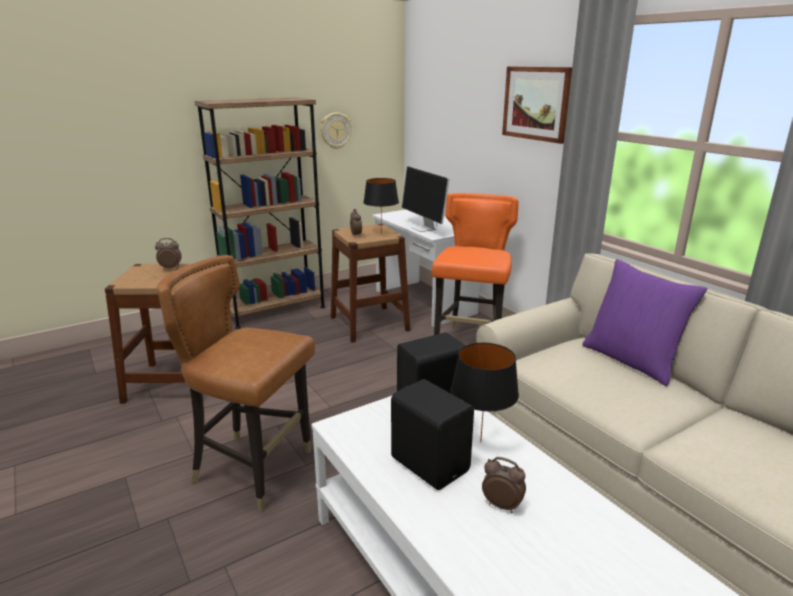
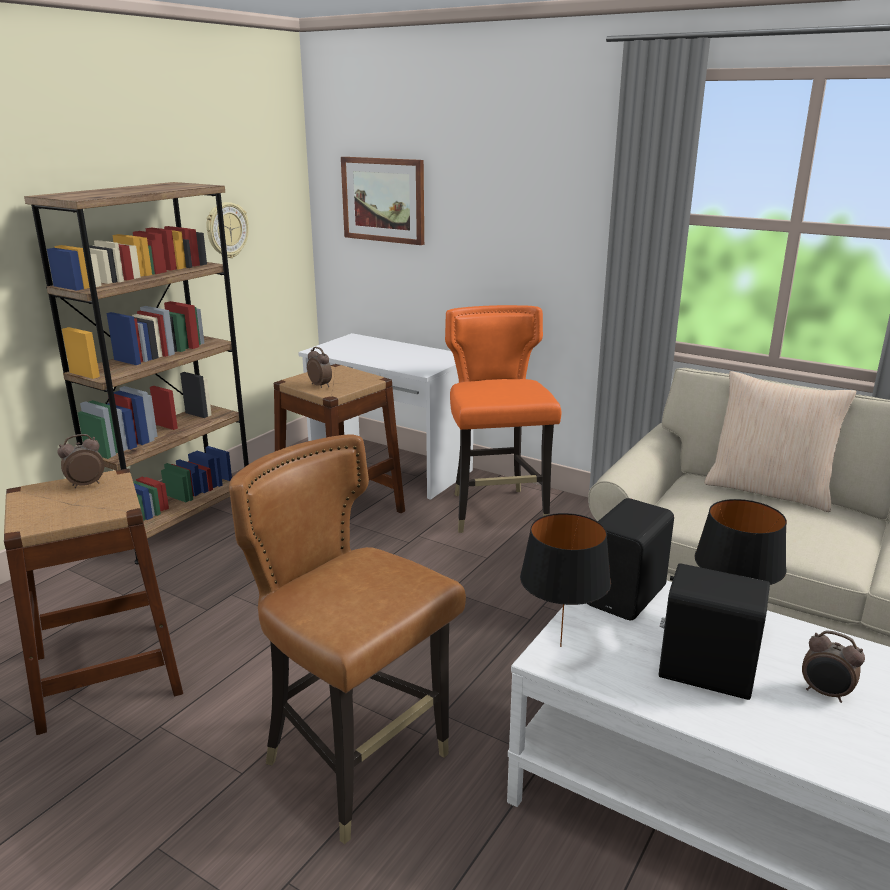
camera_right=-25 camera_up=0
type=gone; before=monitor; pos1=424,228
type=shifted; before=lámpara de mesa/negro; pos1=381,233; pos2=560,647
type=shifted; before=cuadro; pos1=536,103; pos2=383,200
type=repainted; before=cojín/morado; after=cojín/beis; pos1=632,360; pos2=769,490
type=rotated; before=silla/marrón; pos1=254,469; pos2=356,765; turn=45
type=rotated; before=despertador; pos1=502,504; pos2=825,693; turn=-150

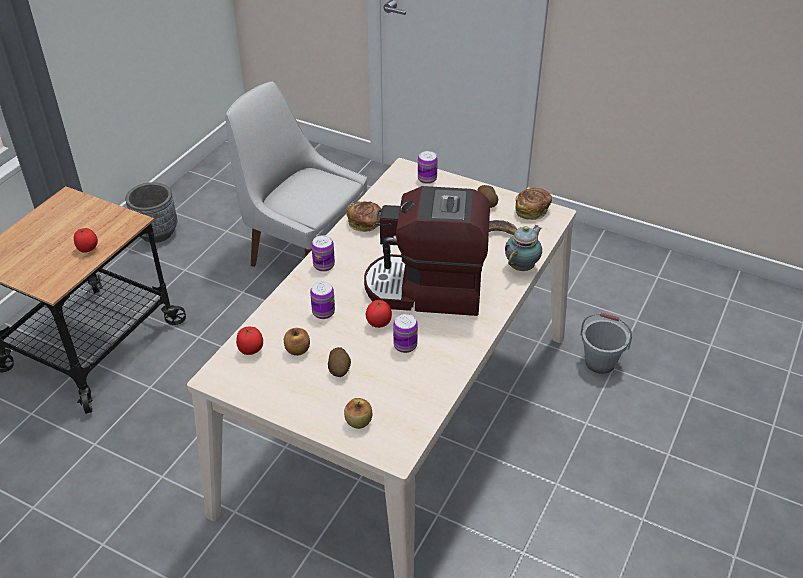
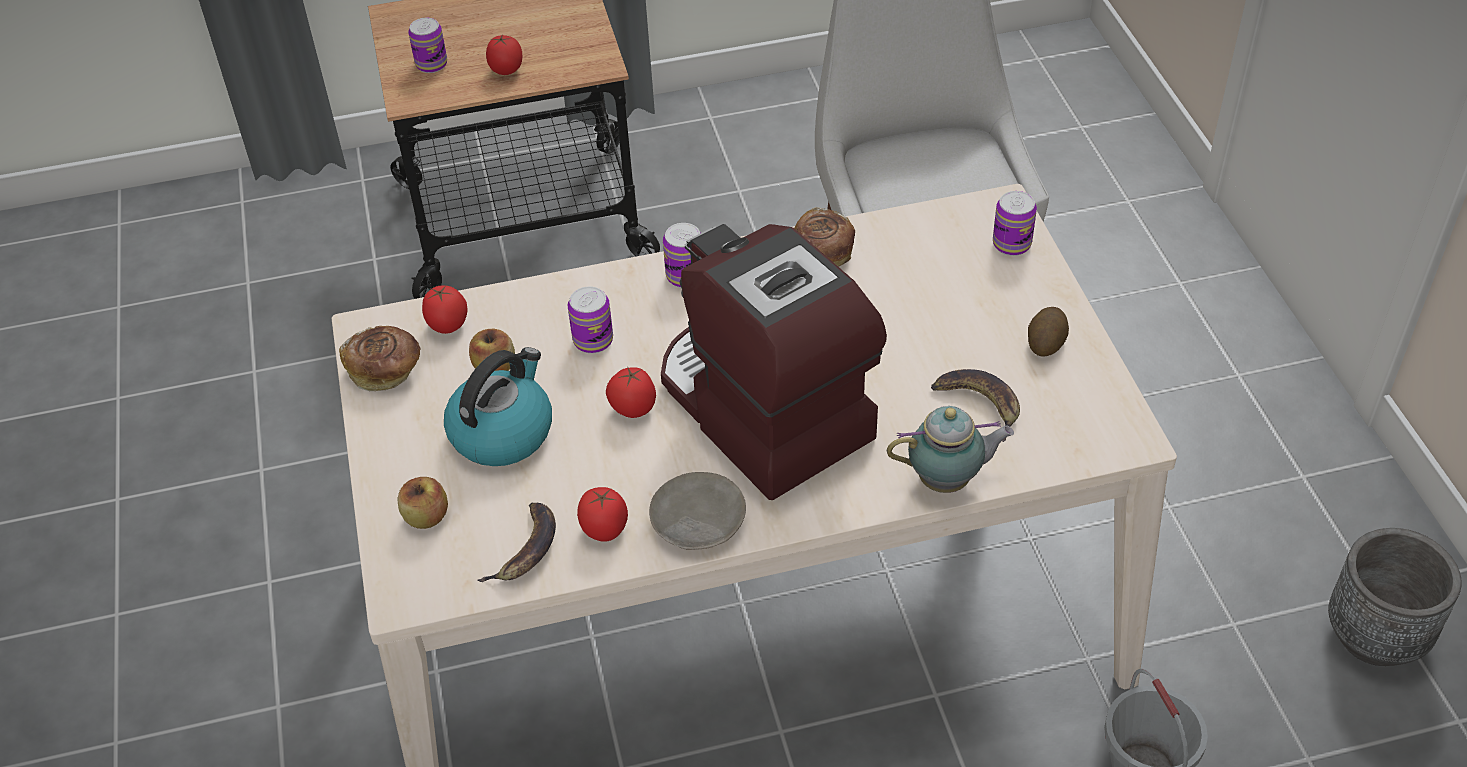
camera_right=50 camera_up=5
type=new; after=plátano; pos2=526,550
type=new; after=tomate; pos2=604,529
type=new; after=plato/beis; pos2=697,522
type=shifted; before=maceta/gris; pos1=157,233; pos2=1375,635
type=shifted; before=lata; pos1=405,345; pos2=431,64
type=shifted; before=pan; pos1=532,210; pos2=386,371
type=swapped; before=patata; after=hervidor; pos1=339,369; pos2=502,432

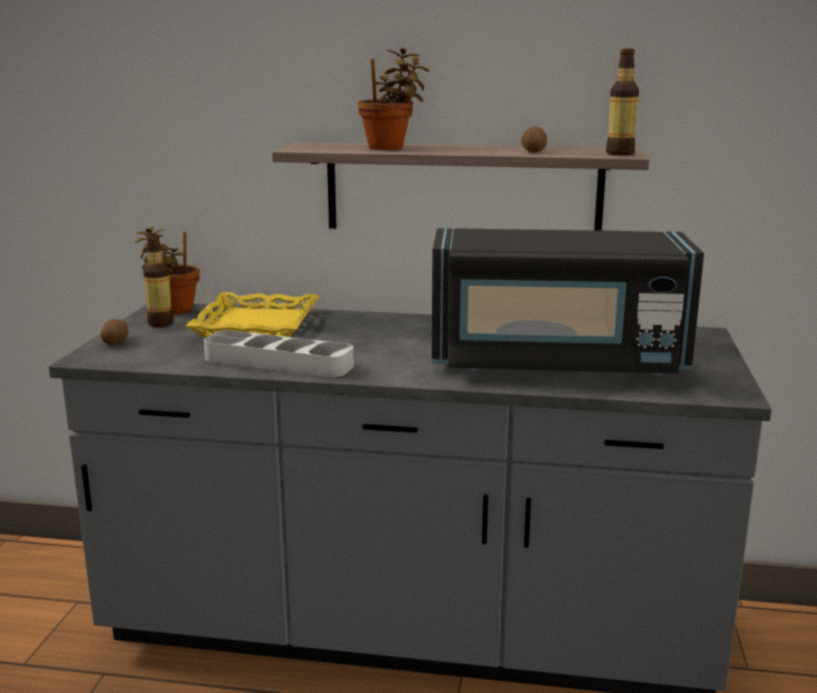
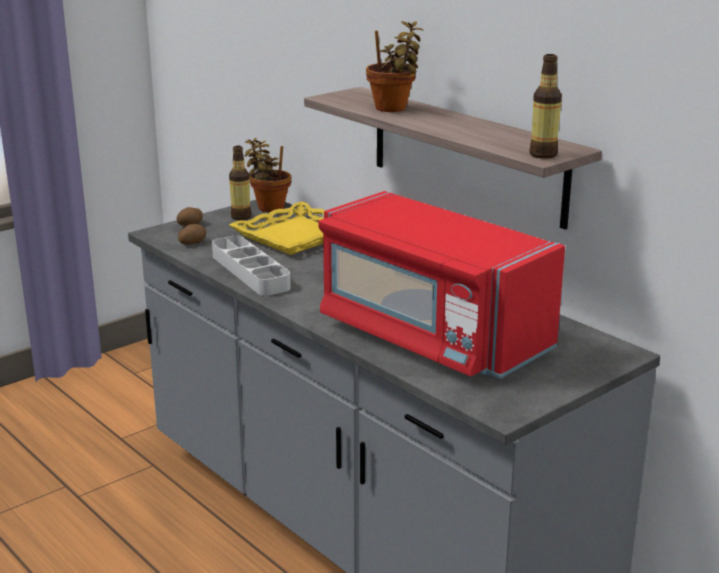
camera_right=40 camera_up=5
type=shifted; before=patata; pos1=533,151; pos2=192,243
type=repainted; before=microondas/negro; after=microondas/rojo; pos1=556,362; pos2=430,336

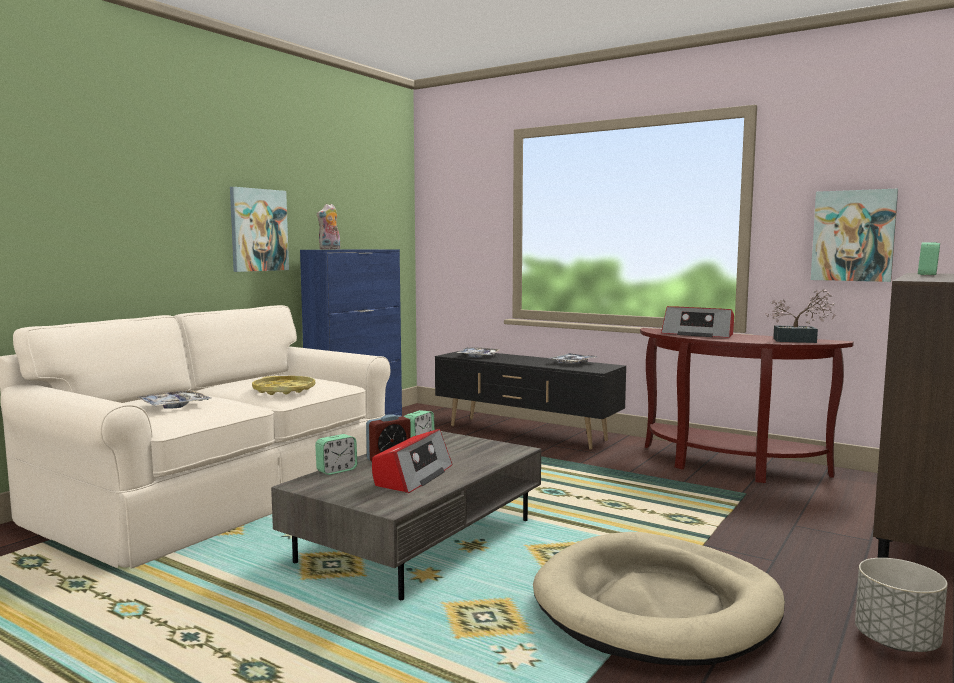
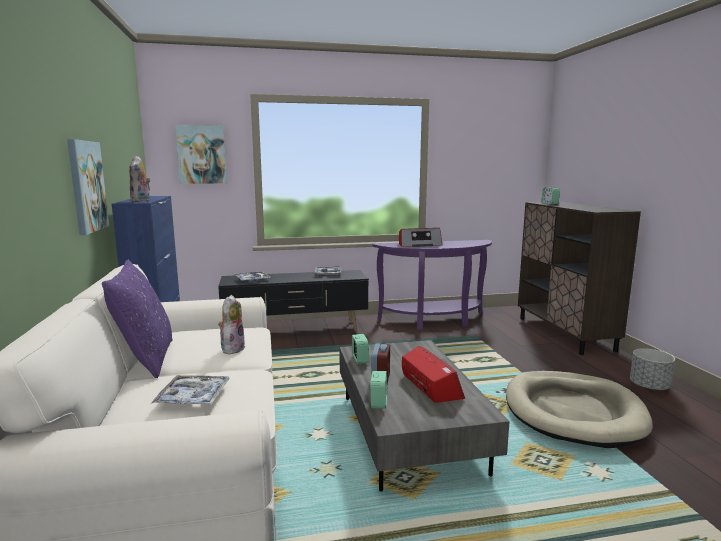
camera_right=-45 camera_up=5
type=gone; before=planta en maceta; pos1=800,341
type=new; after=cojín/morado; pos2=146,360
type=shifted; before=cuadro; pos1=853,236; pos2=201,154
type=swapped; before=bandeja/amarillo; after=peluche; pos1=284,390; pos2=232,348
type=repainted; before=mesa consola/marrón; after=mesa consola/morado; pos1=726,466; pos2=435,321

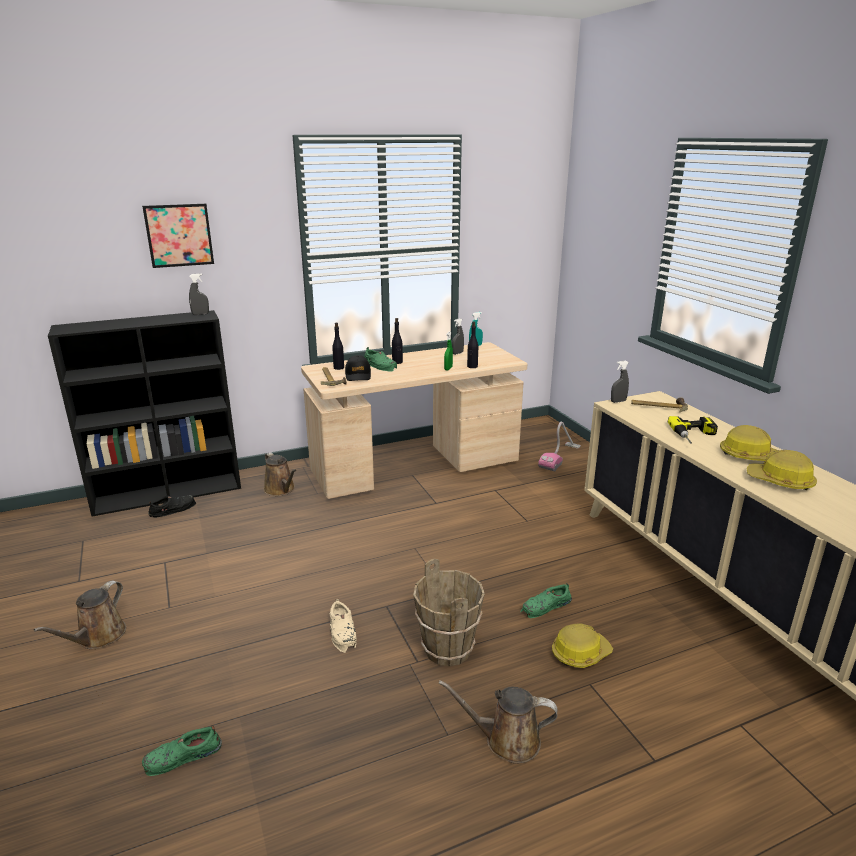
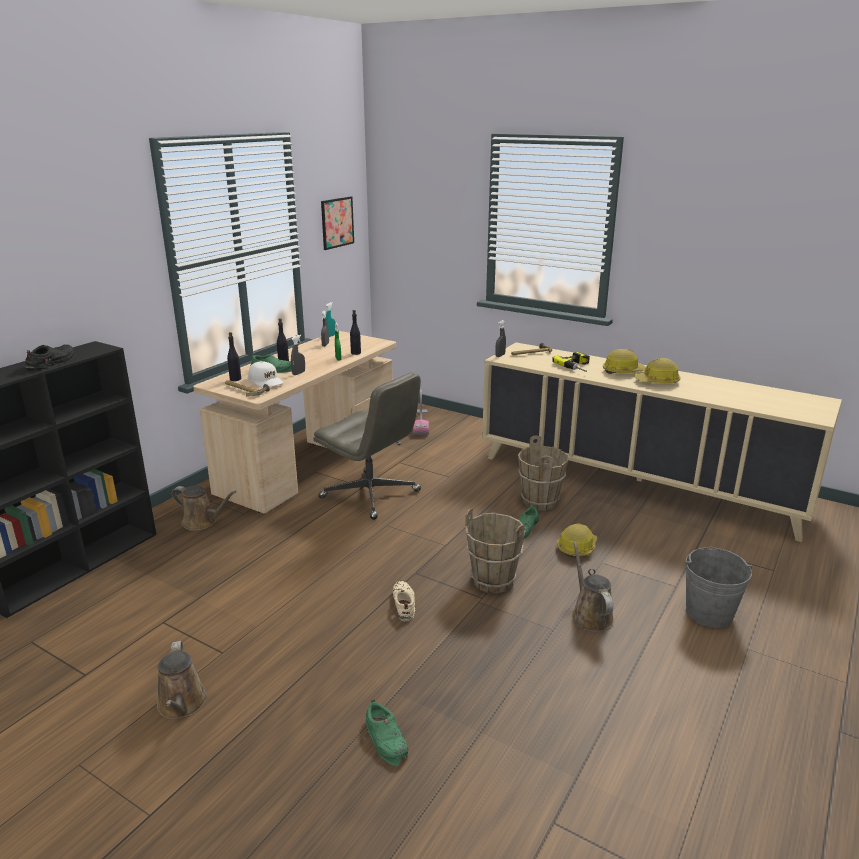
camera_right=-35 camera_up=0
type=new; after=silla de oficina/gris; pos2=371,495
type=new; after=cubo/marrón; pos2=540,502
type=new; after=cubo/gris; pos2=709,613
type=shifted; before=cuadro; pos1=179,235; pos2=337,222
type=shifted; before=zapato/negro; pos1=173,509; pos2=52,362
type=shifted; before=pulverizador/gris; pos1=200,314; pos2=298,373
type=repainted; before=gorra/negro; after=gorra/blanco; pos1=358,375; pos2=266,381
type=rotated; before=zapato/verde; pos1=181,757; pos2=386,739; turn=-60
type=rotated; before=zapato/beis; pos1=343,632; pos2=403,603; turn=-135
type=rotated; before=regadera/marrón; pos1=506,740; pos2=590,615; turn=105

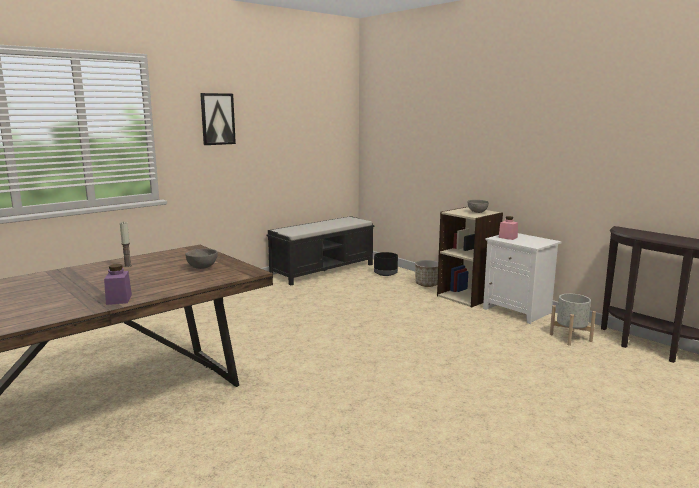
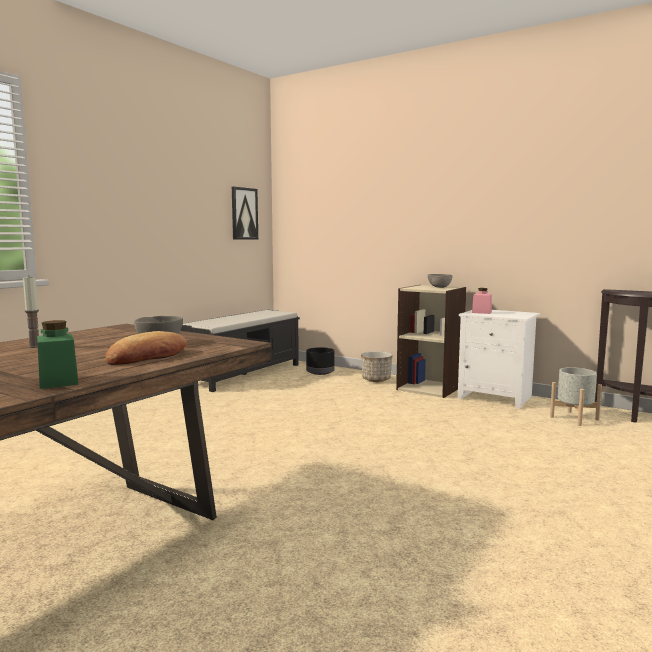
camera_right=-15 camera_up=-5
type=new; after=pan; pos2=148,357
type=shifted; before=cuadro; pos1=217,119; pos2=244,213
type=repainted; before=tarro/morado; after=tarro/verde; pos1=119,299; pos2=58,381

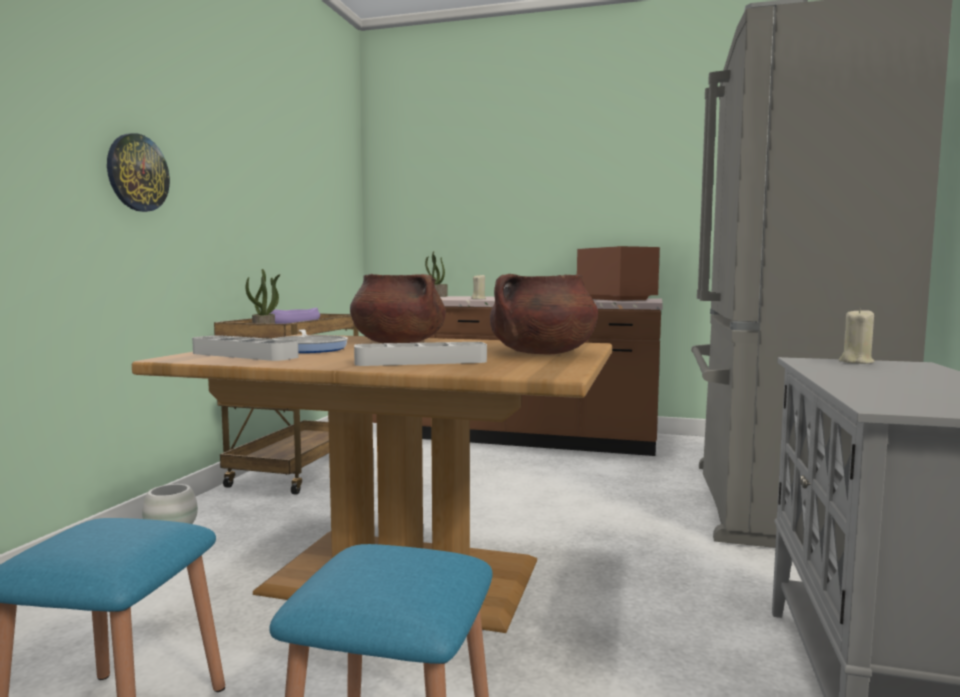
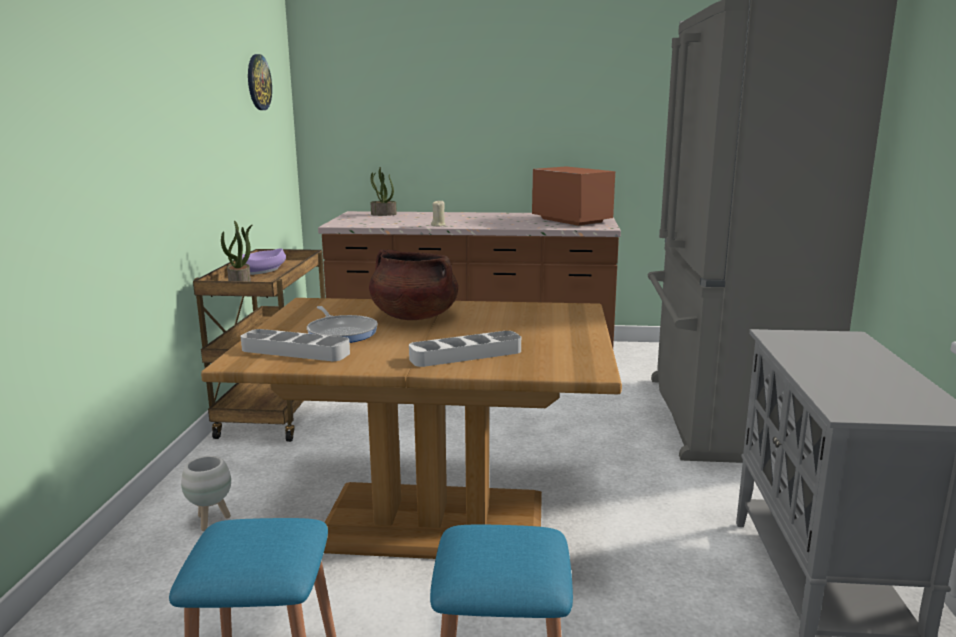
camera_right=-10 camera_up=10
type=gone; before=olla/marrón; pos1=542,353
type=gone; before=vela/beis; pos1=855,362
type=shifted; before=reloj de pared; pos1=137,173; pos2=258,82

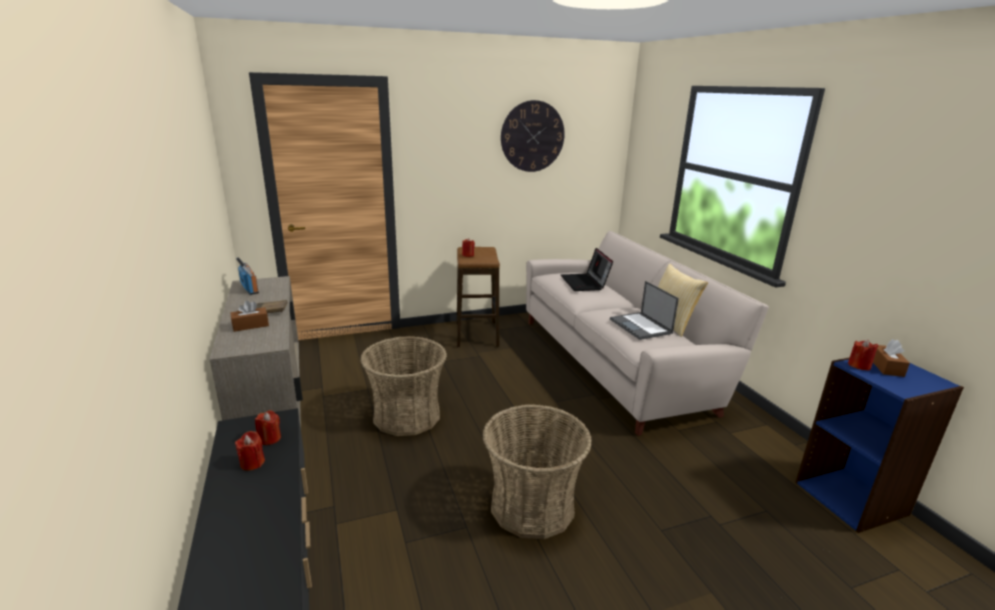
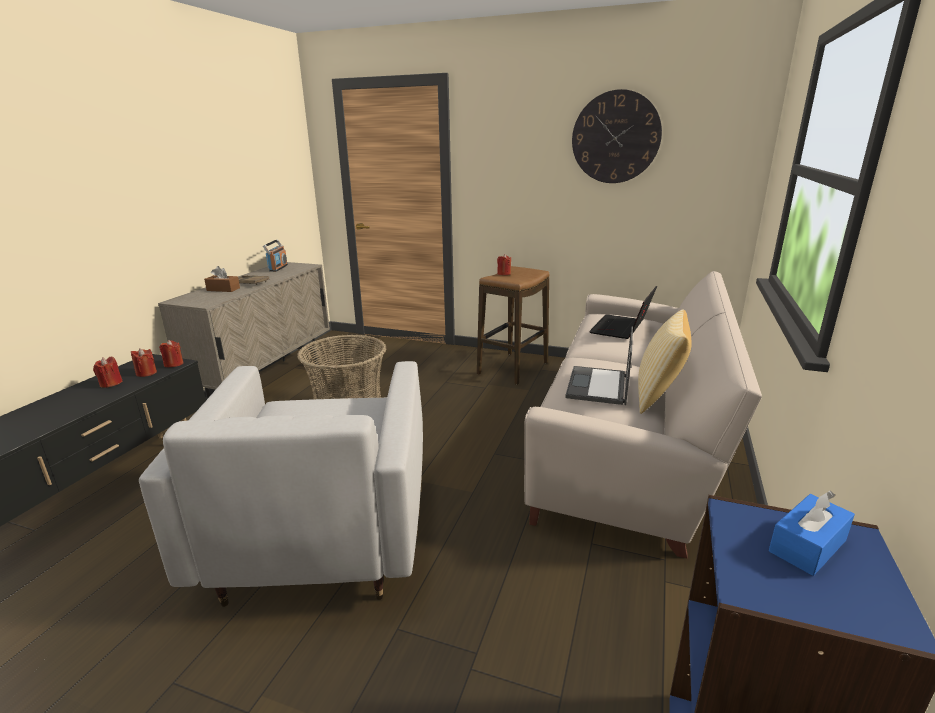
camera_right=40 camera_up=0
type=shifted; before=vela/rojo; pos1=859,366; pos2=173,364
type=swapped; before=cesta; after=sillón/blanco; pos1=532,506; pos2=322,533
type=repainted; before=caja de pañuelos/marrón; after=caja de pañuelos/azul; pos1=886,367; pos2=807,546

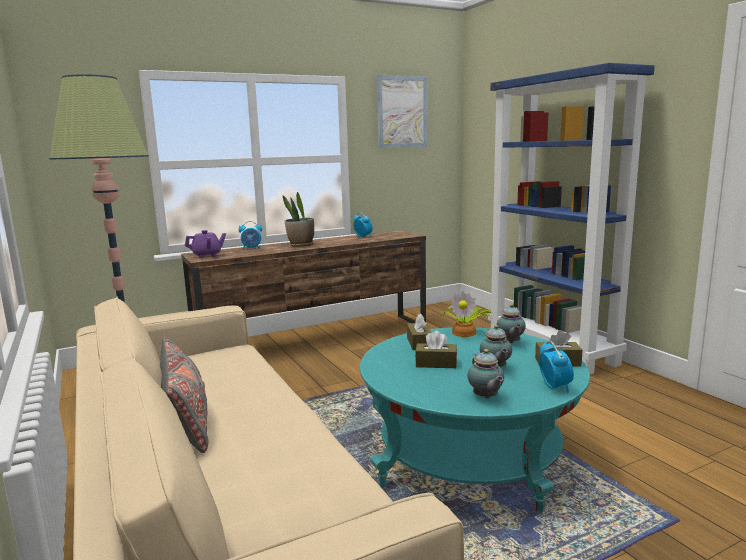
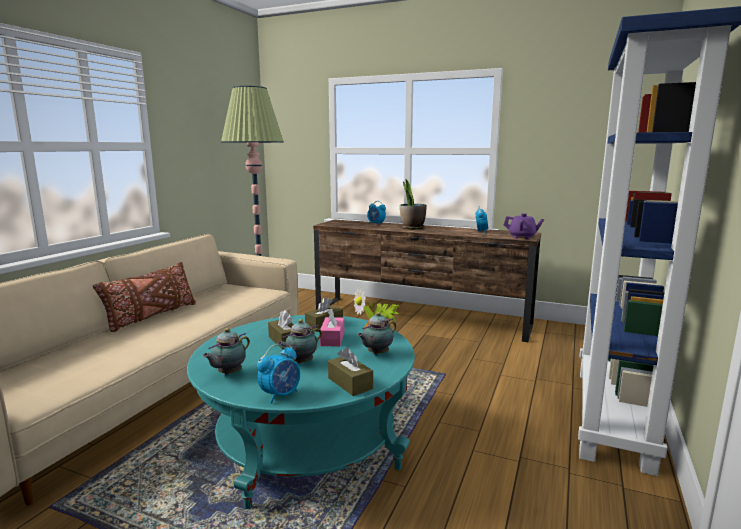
camera_right=50 camera_up=0
type=gone; before=cuadro; pos1=402,112
type=new; after=caja de pañuelos/rosa; pos2=332,339
type=shifted; before=tetera/morado; pos1=207,255; pos2=522,237
type=repainted; before=cojín/gris; after=cojín/marrón; pos1=186,422; pos2=151,316

